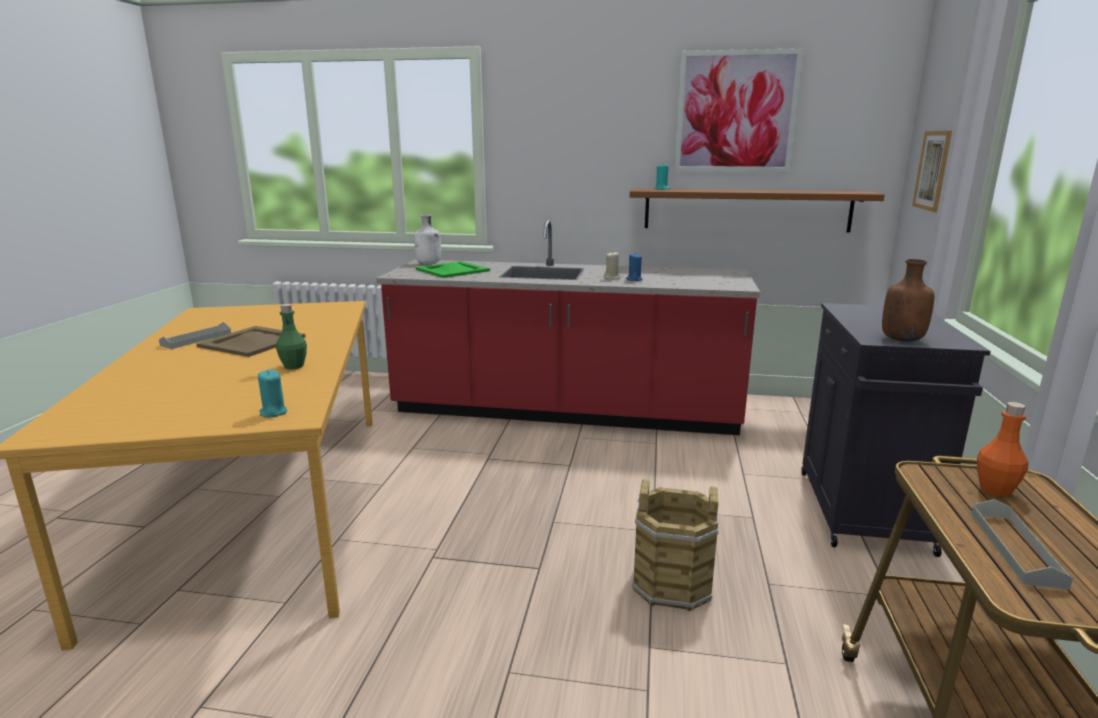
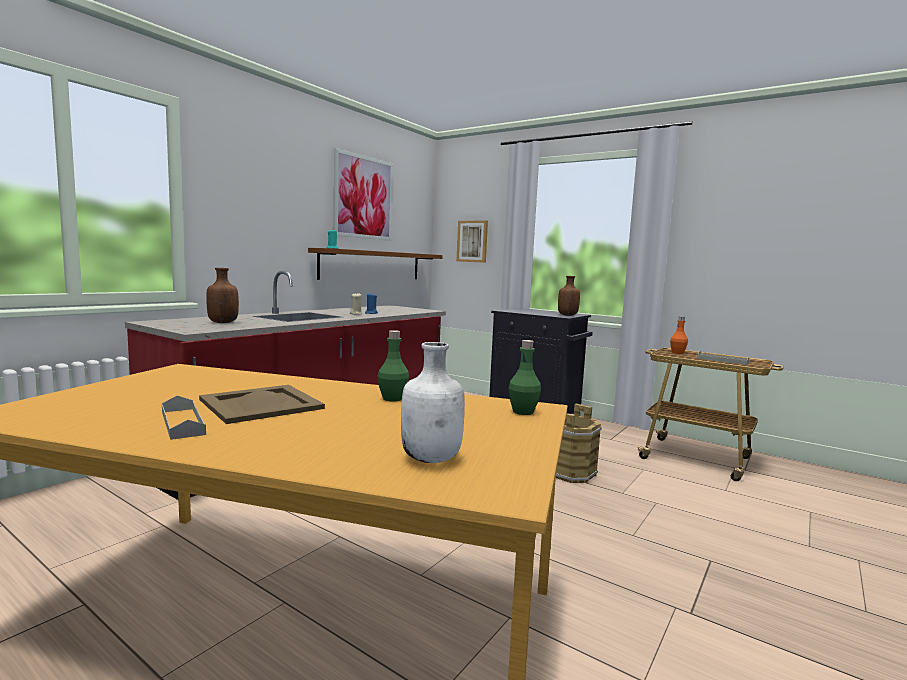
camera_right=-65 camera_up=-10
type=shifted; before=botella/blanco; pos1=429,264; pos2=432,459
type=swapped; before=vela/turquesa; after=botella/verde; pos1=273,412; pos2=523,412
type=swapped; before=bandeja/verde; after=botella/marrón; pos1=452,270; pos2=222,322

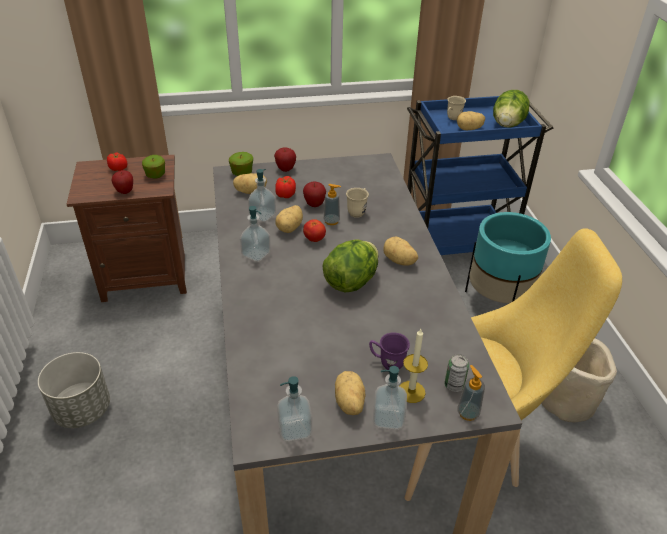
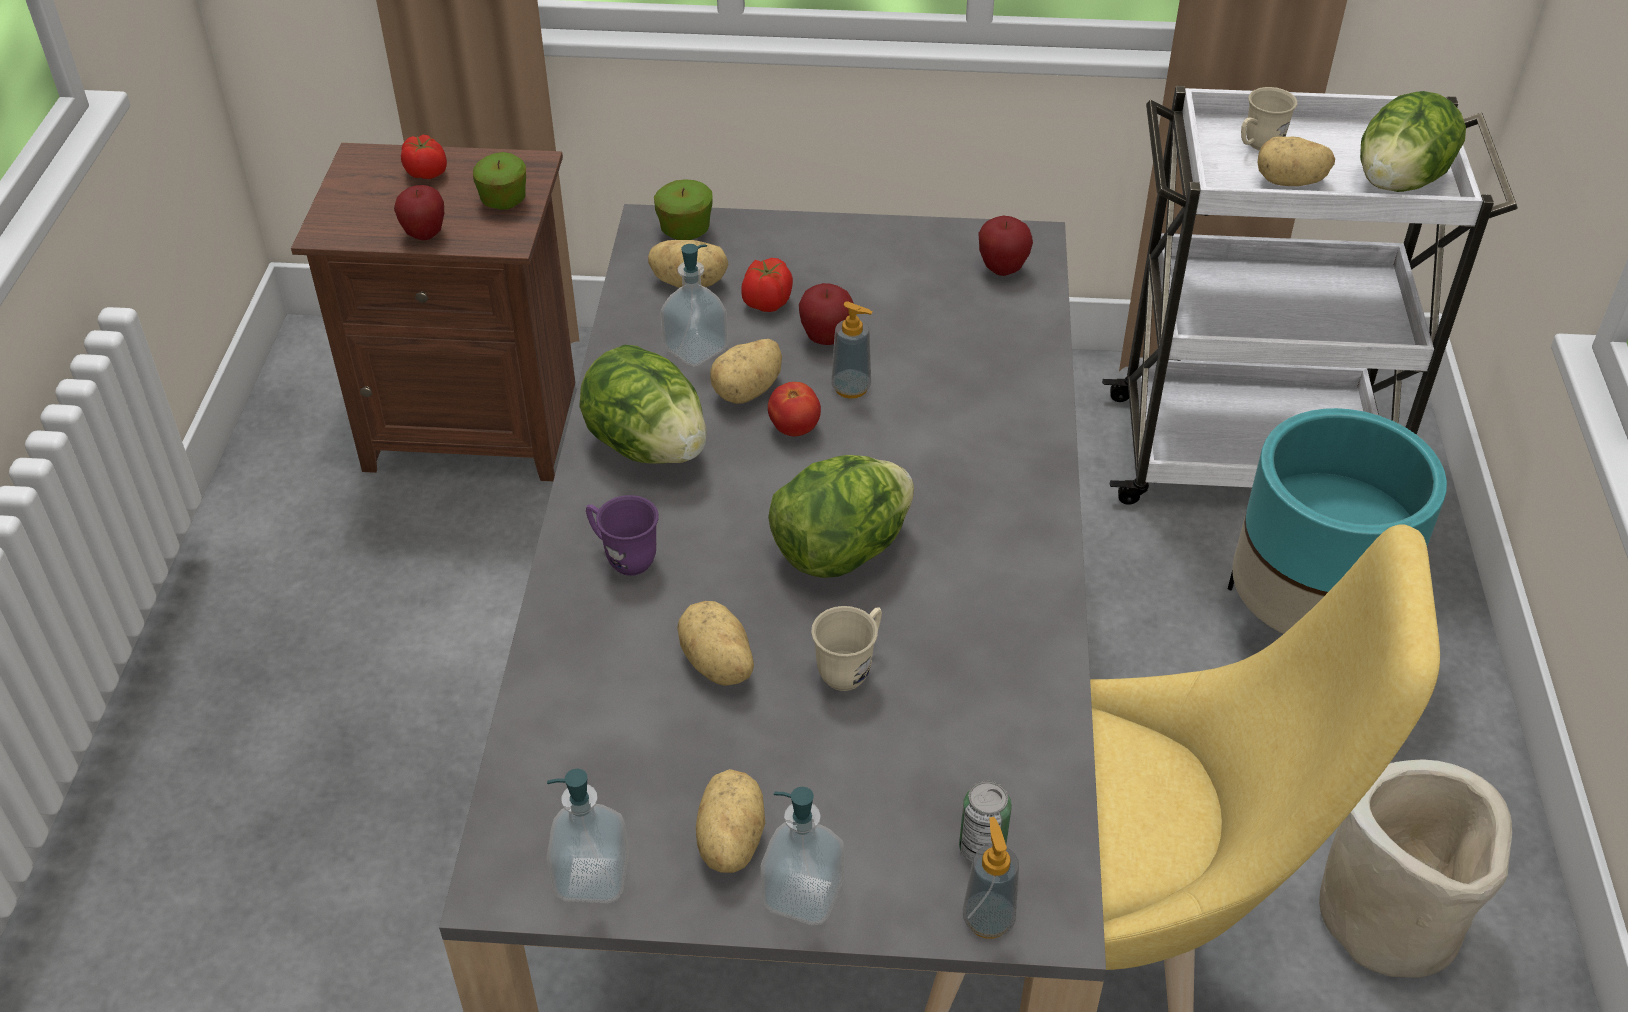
camera_right=15 camera_up=5
type=gone; before=maceta/gris; pos1=82,410
type=gone; before=vela; pos1=411,391
type=shifted; before=manzana; pos1=285,169; pos2=1002,269
type=shifted; before=taza grande/beis; pos1=358,211; pos2=851,668
type=shifted; before=taza grande/morado; pos1=387,363; pos2=623,557
type=shifted; before=patata; pos1=399,261; pos2=716,665
type=swapped; before=dispensador de jabón; after=lechuga; pos1=256,254; pos2=648,446
type=repainted; before=carrito/azul; after=carrito/blanco; pos1=456,242; pos2=1251,454

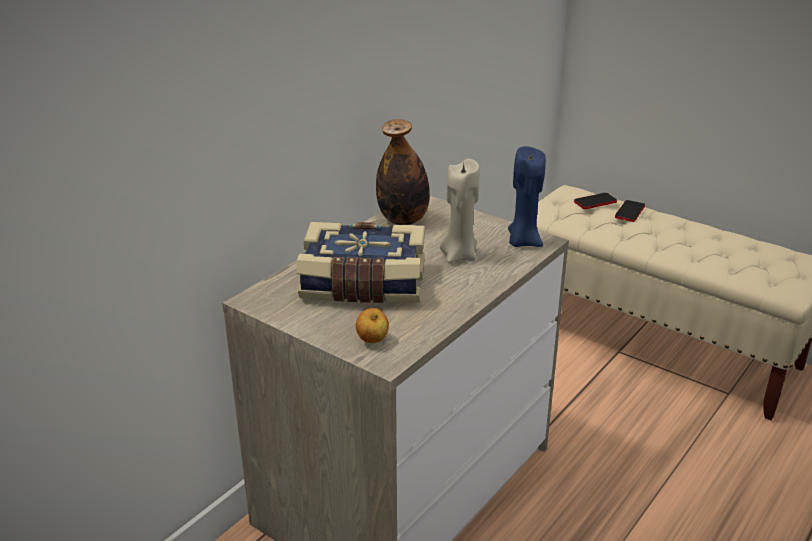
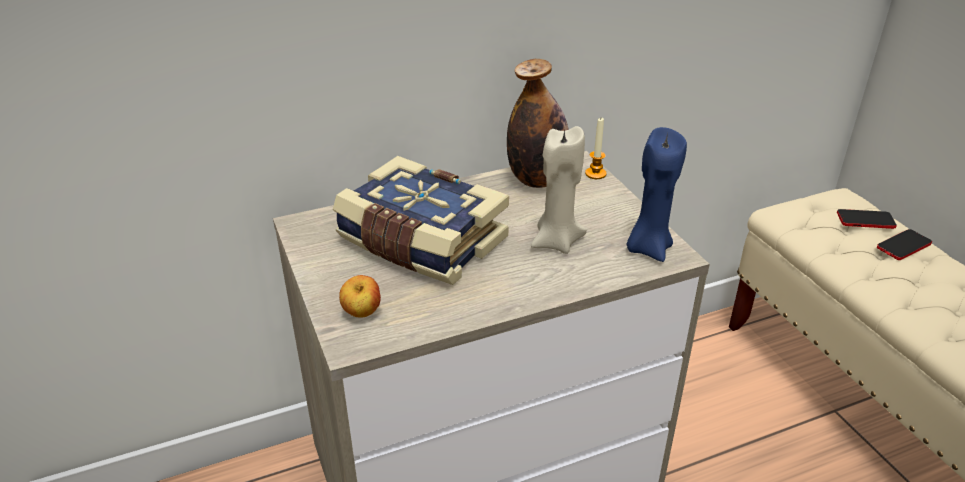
camera_right=30 camera_up=5
type=new; after=vela; pos2=595,174

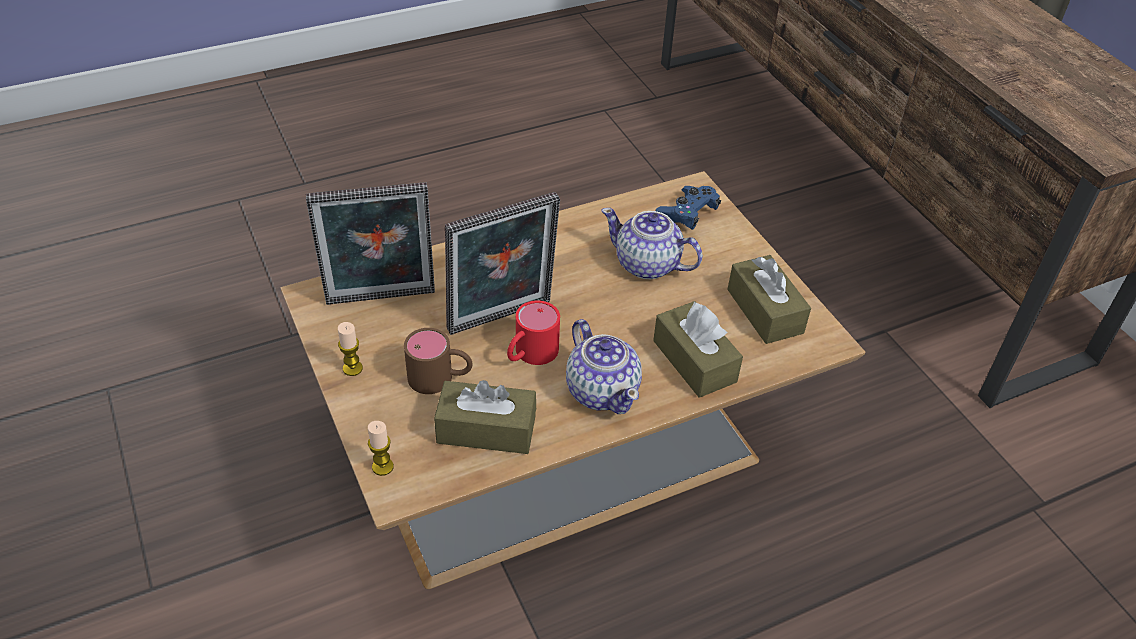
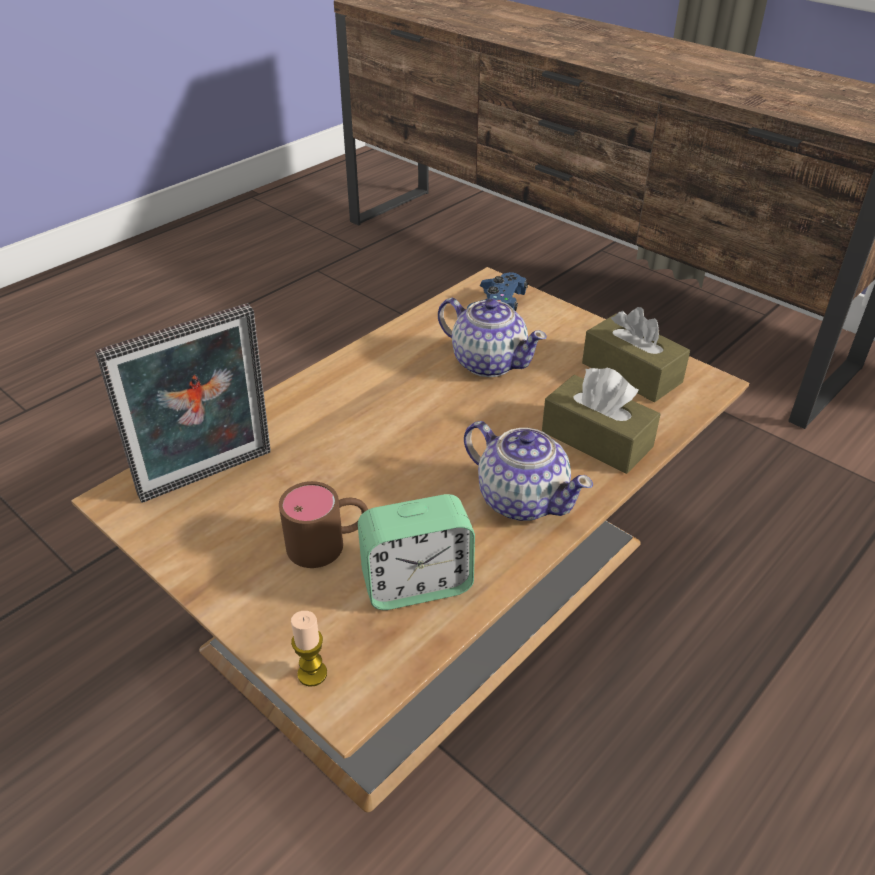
camera_right=-20 camera_up=-5
type=gone; before=vela; pos1=352,368
type=gone; before=portarretratos; pos1=502,319
type=gone; before=taza grande/rojo; pos1=530,354
type=swapped; before=caja de pañuelos/marrón; after=despertador; pos1=486,430; pos2=417,584
type=rotated; before=tetera; pos1=647,265; pos2=488,362; turn=-150

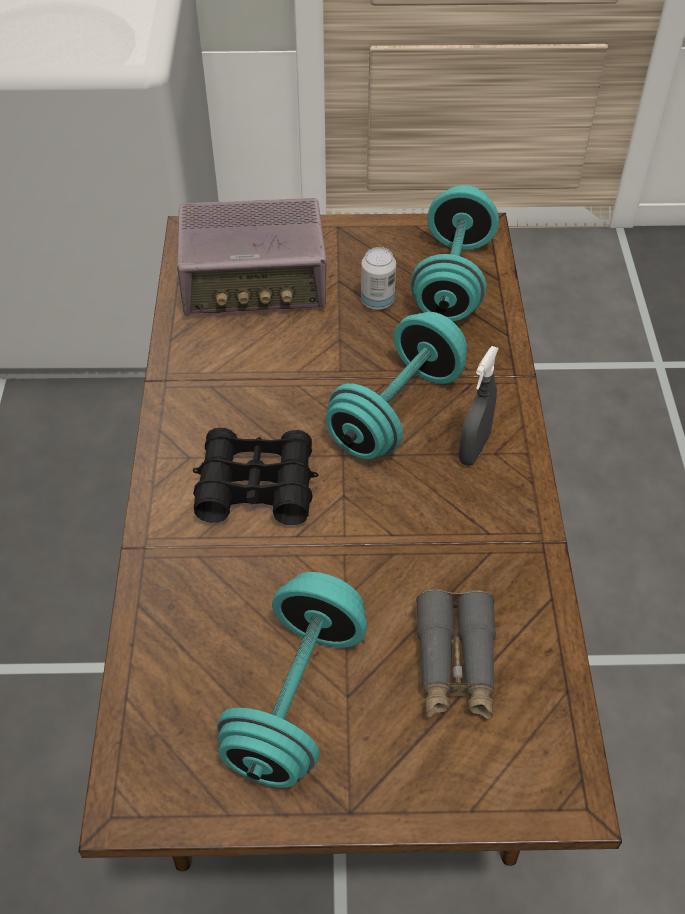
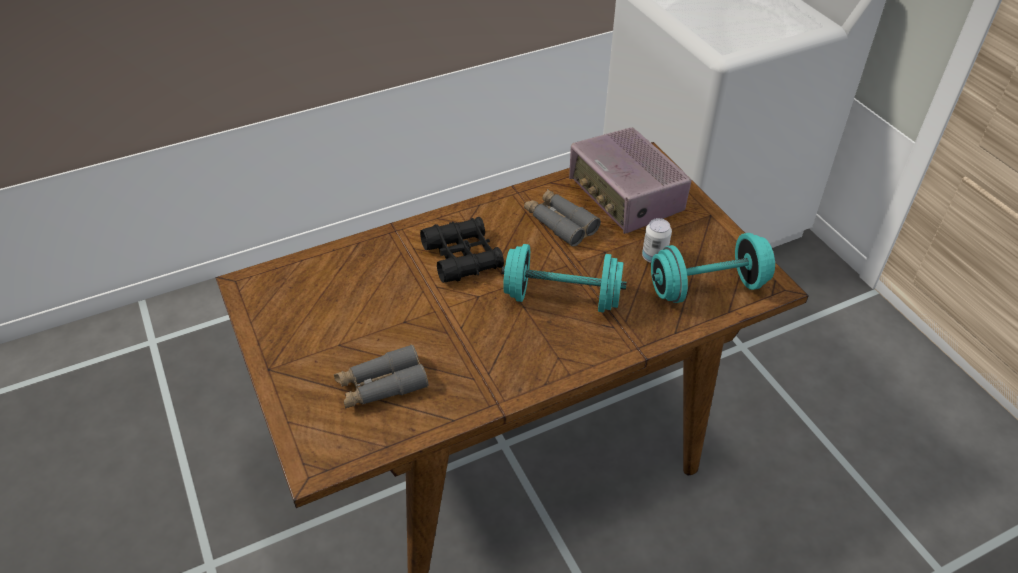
camera_right=65 camera_up=-5
type=gone; before=mancuerna/turquesa; pos1=296,698
type=gone; before=pulverizador/gris; pos1=473,449
type=new; after=prismáticos/gris; pos2=560,223

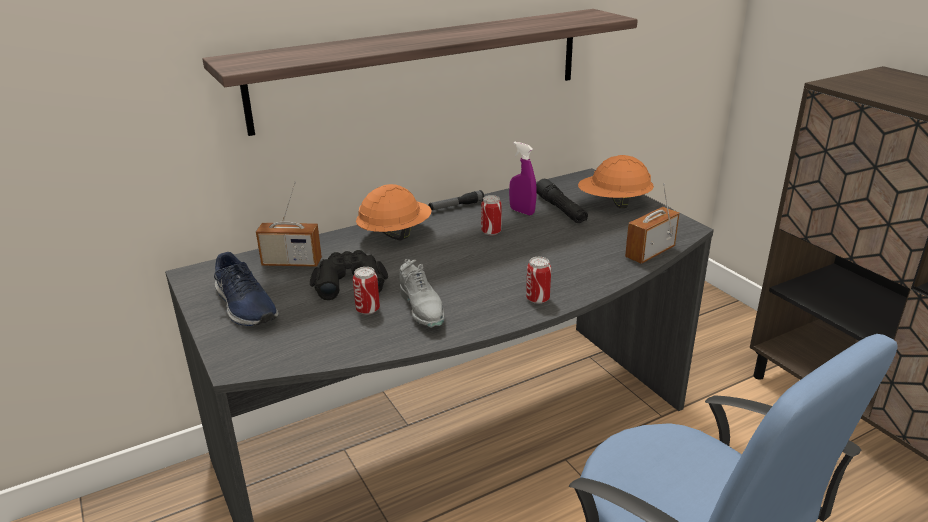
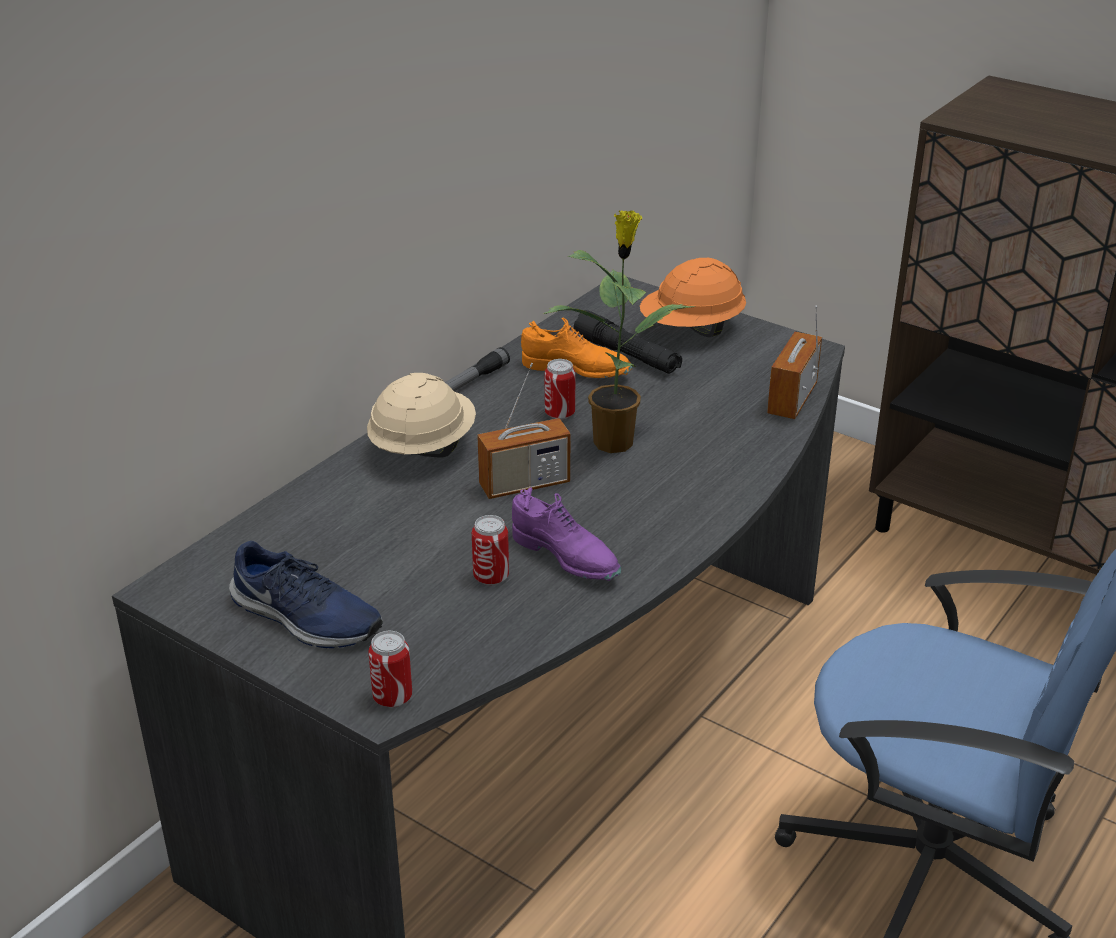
camera_right=-25 camera_up=5
type=gone; before=estante; pos1=423,68
type=gone; before=prismáticos/negro; pos1=349,281
type=new; after=planta en maceta; pos2=615,441
type=shifted; before=radio; pos1=292,262; pos2=524,484
type=shifted; before=lata; pos1=537,299; pos2=392,697
type=swapped; before=pulverizador/morado; after=zapato/naranja; pos1=522,211; pos2=576,370
type=repainted; before=casco/naranja; after=casco/beis; pos1=395,234; pos2=422,448
type=repainted; before=zapato/gris; after=zapato/morado; pos1=422,309; pos2=566,557

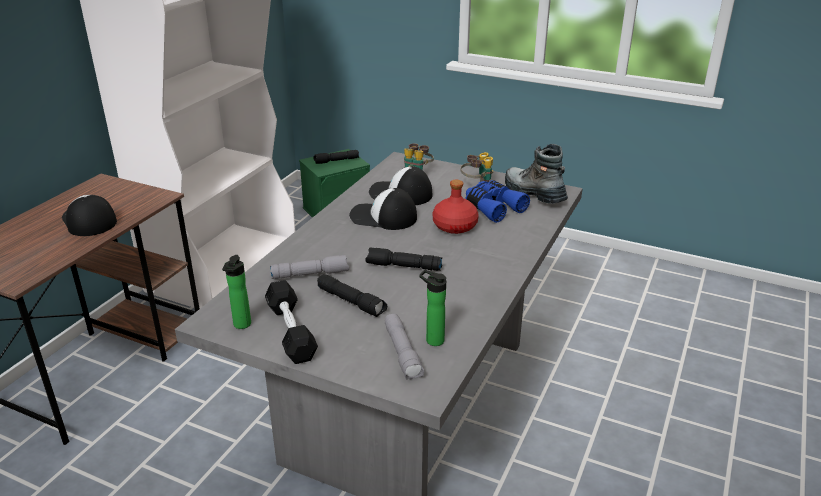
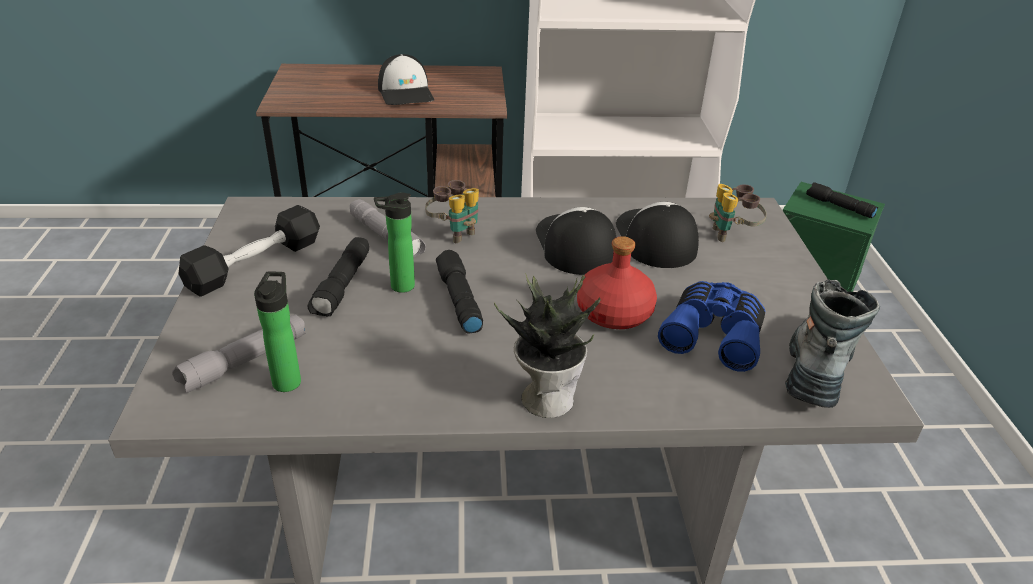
camera_right=60 camera_up=5
type=new; after=planta en maceta; pos2=546,397
type=shifted; before=botella; pos1=241,325; pos2=398,286
type=shifted; before=prismáticos; pos1=476,185; pos2=454,232
type=rotated; before=gorra; pos1=88,220; pos2=406,93; turn=135

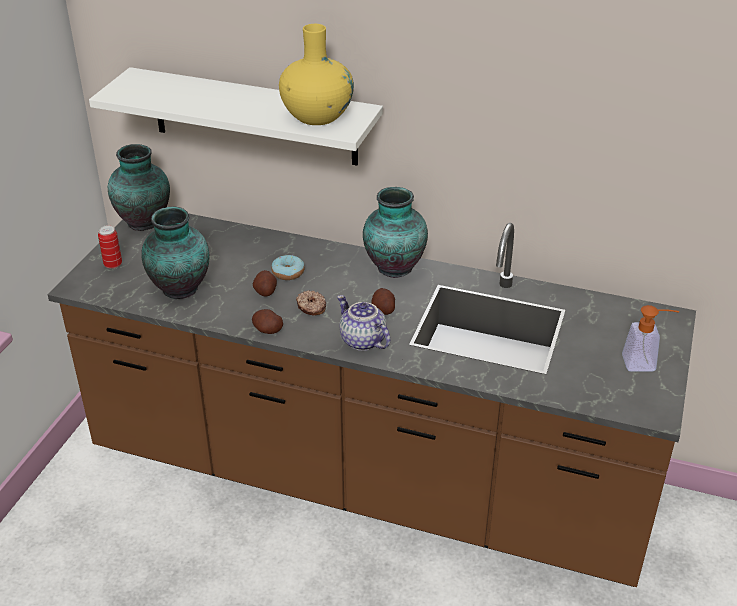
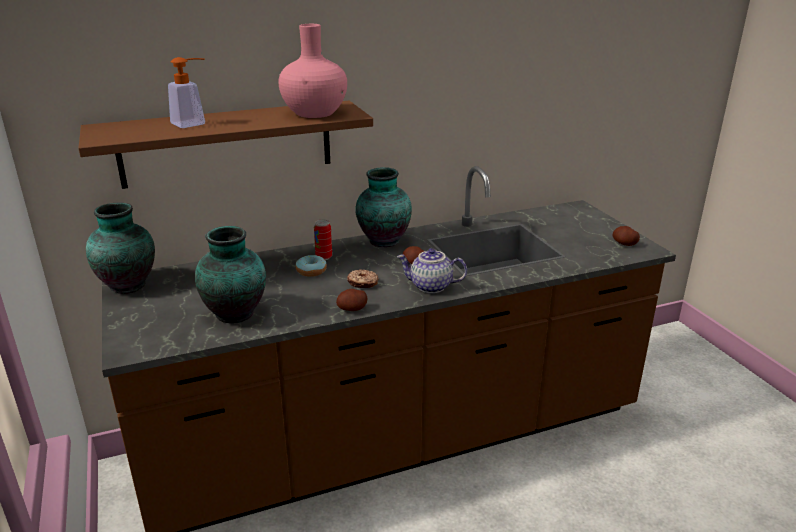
camera_right=-40 camera_up=-10
type=shifted; before=lata; pos1=113,265; pos2=324,257
type=shifted; before=patata; pos1=265,291; pos2=624,243
type=shifted; before=dispensador de jabón; pos1=645,363; pos2=194,123
type=repainted; before=estante/blanco; after=estante/marrón; pos1=254,117; pos2=227,144
type=repainted; before=florero/amarillo; after=florero/rosa; pos1=317,116; pos2=314,113

